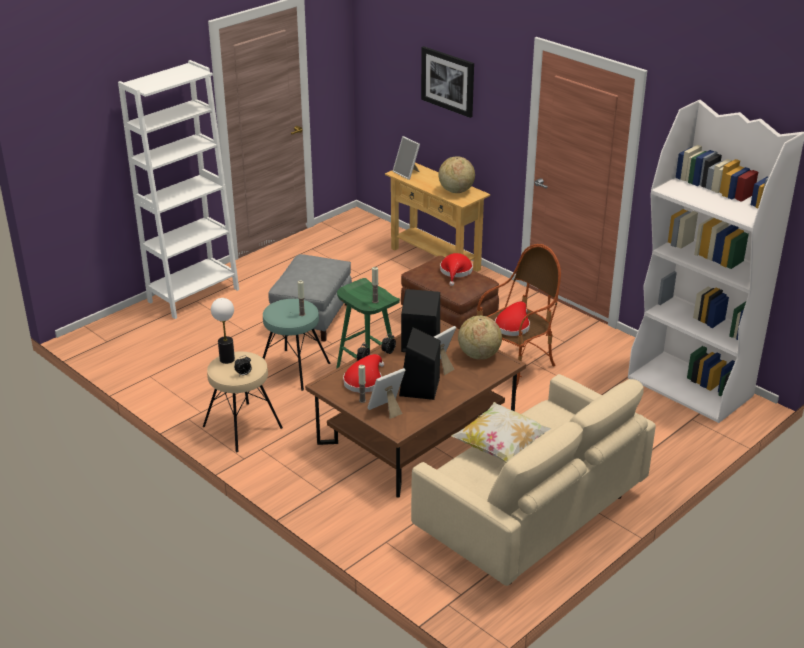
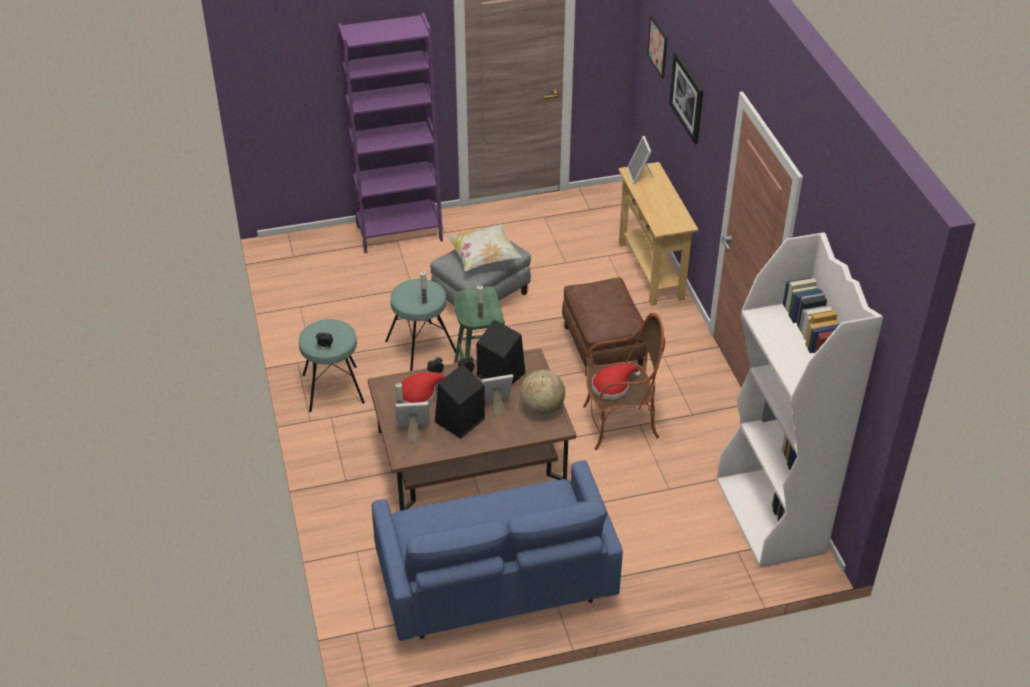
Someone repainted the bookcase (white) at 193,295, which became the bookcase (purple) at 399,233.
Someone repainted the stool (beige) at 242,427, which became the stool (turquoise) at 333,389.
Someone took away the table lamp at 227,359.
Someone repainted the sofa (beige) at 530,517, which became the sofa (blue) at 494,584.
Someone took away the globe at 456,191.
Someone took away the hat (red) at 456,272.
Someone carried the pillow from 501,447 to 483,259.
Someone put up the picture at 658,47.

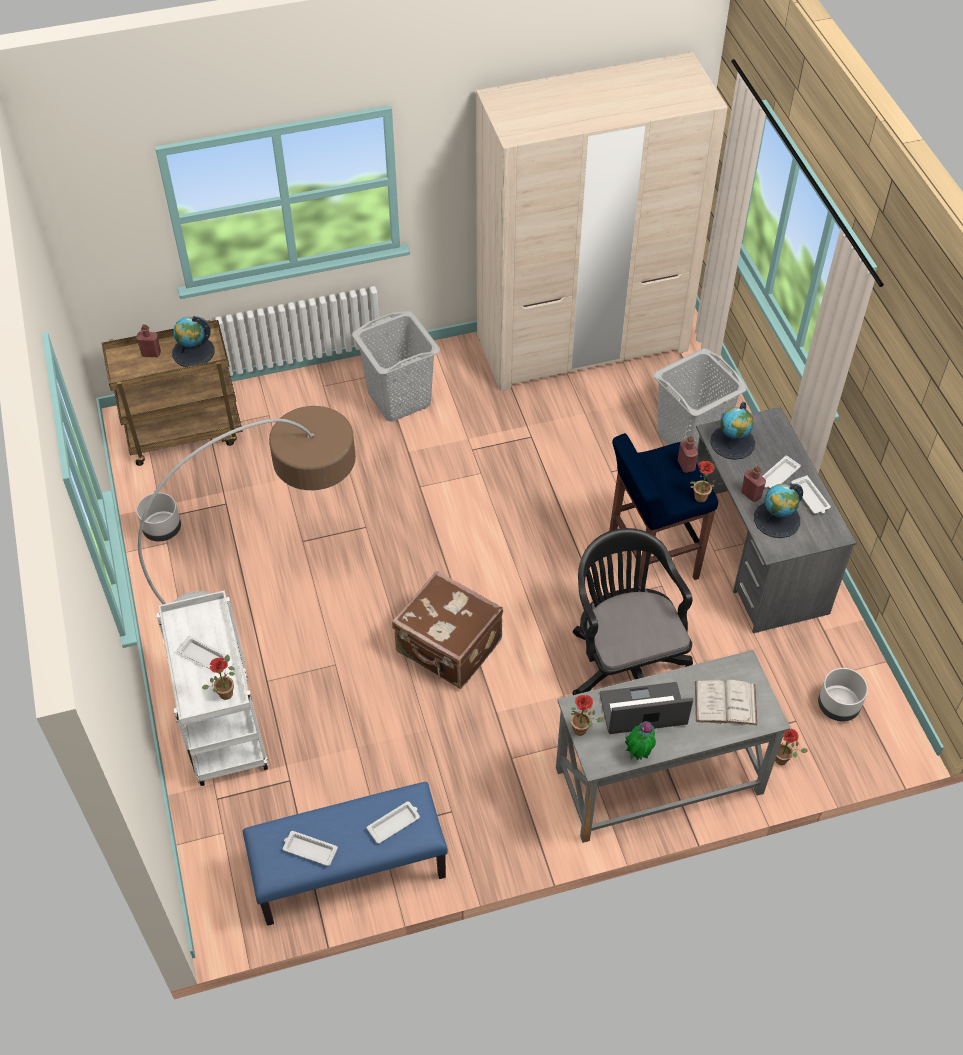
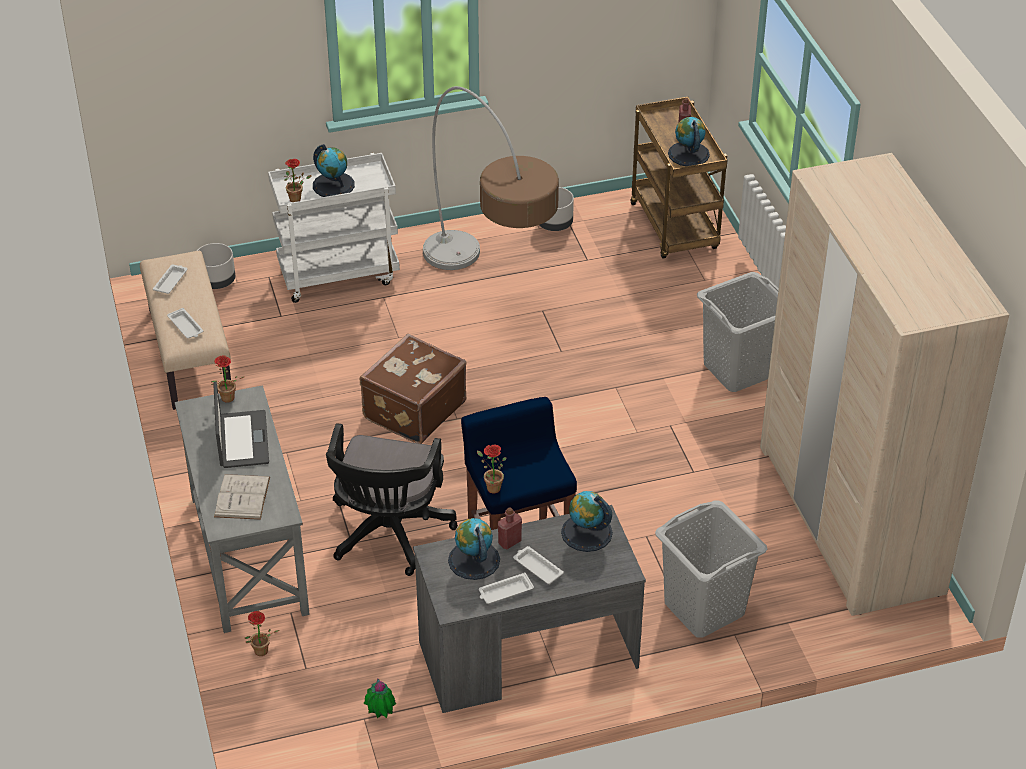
Someone swapped the tray (white) at 203,656 for the globe at 333,185.
Someone repainted the bench (blue) at 349,871, which became the bench (beige) at 189,354.
Someone rotated the office chair (black) at 624,662 by 120 degrees clockwise.
Someone carried the potted plant from 639,754 to 380,716.
Someone took away the bottle (red) at 686,465.
Someone carried the planter (grey) from 838,706 to 216,281.

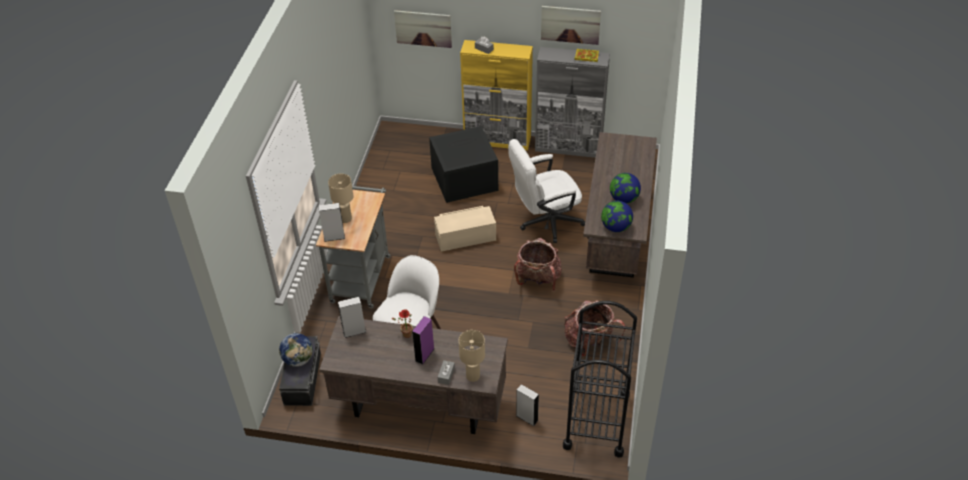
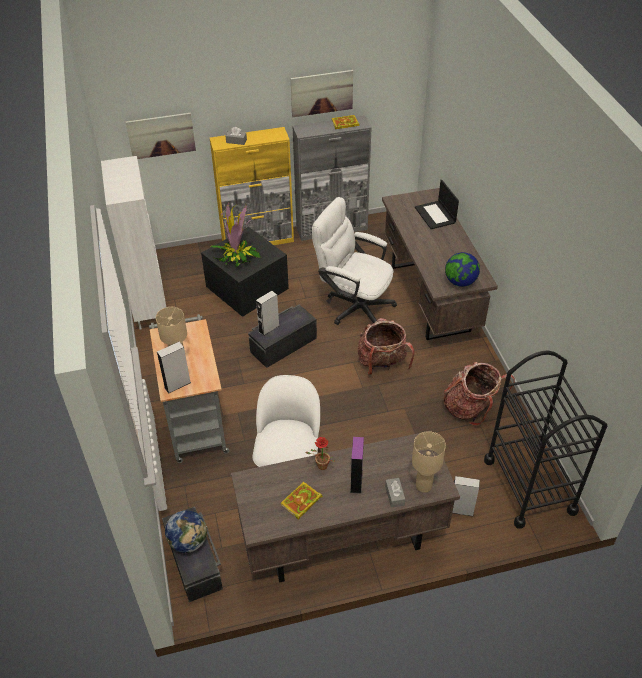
Someone carried the speaker (grey) from 354,331 to 269,328.
Someone repainted the storage box (beige) at 465,236, which became the storage box (black) at 283,344.
Someone rotated the office chair (white) at 545,222 by 75 degrees clockwise.
Someone took away the globe at 624,199.
Someone put down the bookcase (white) at 149,308.
Someone put down the potted plant at 236,257.
Someone put down the book at 301,502.
Someone put down the laptop at 435,215.

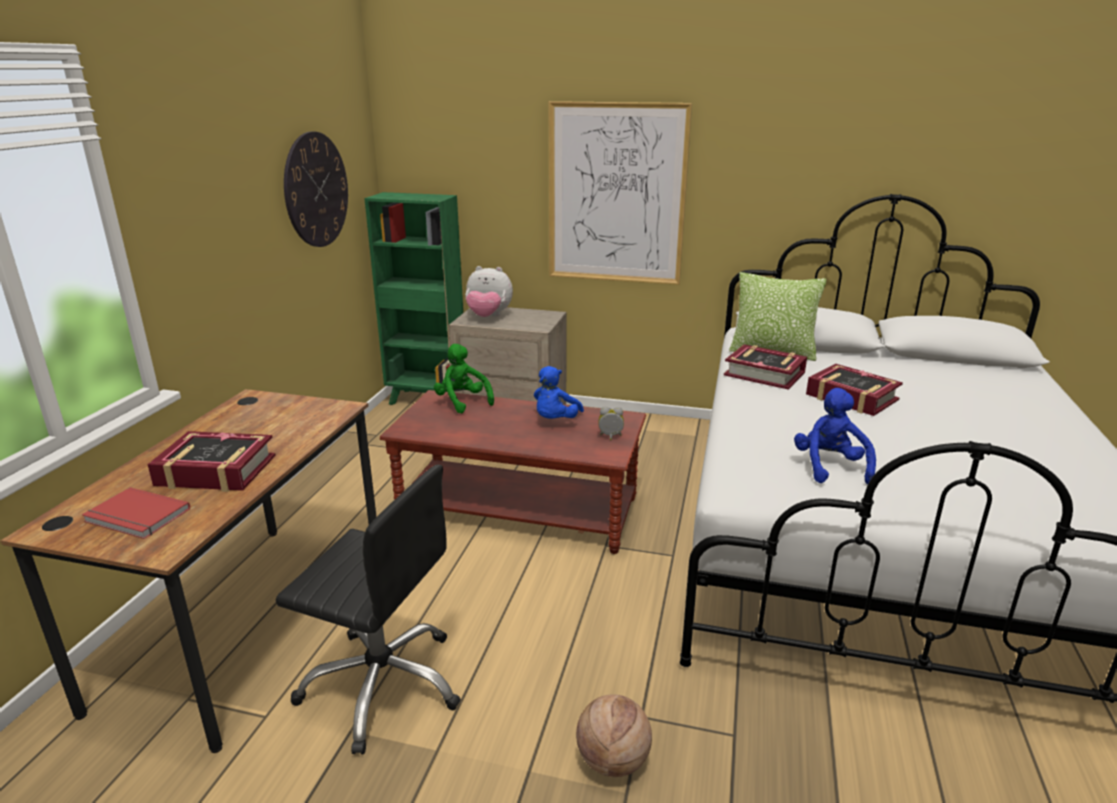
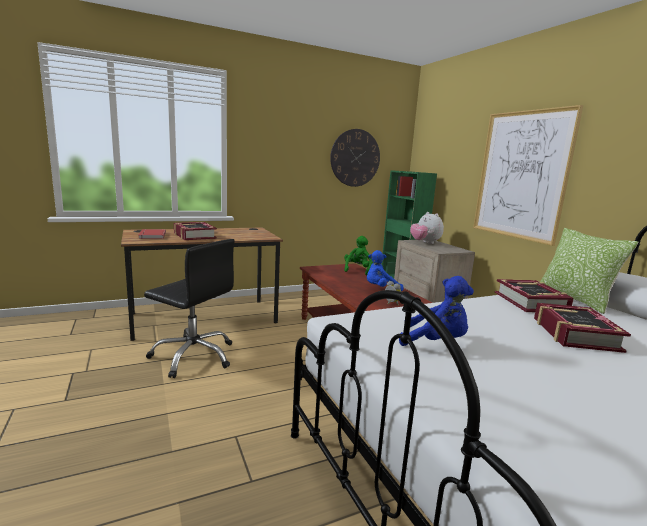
Someone rotated the office chair (black) at 383,684 by 45 degrees counterclockwise.
Someone took away the basketball at 613,761.
Someone rotated the plush toy (blue) at 829,467 by 60 degrees clockwise.

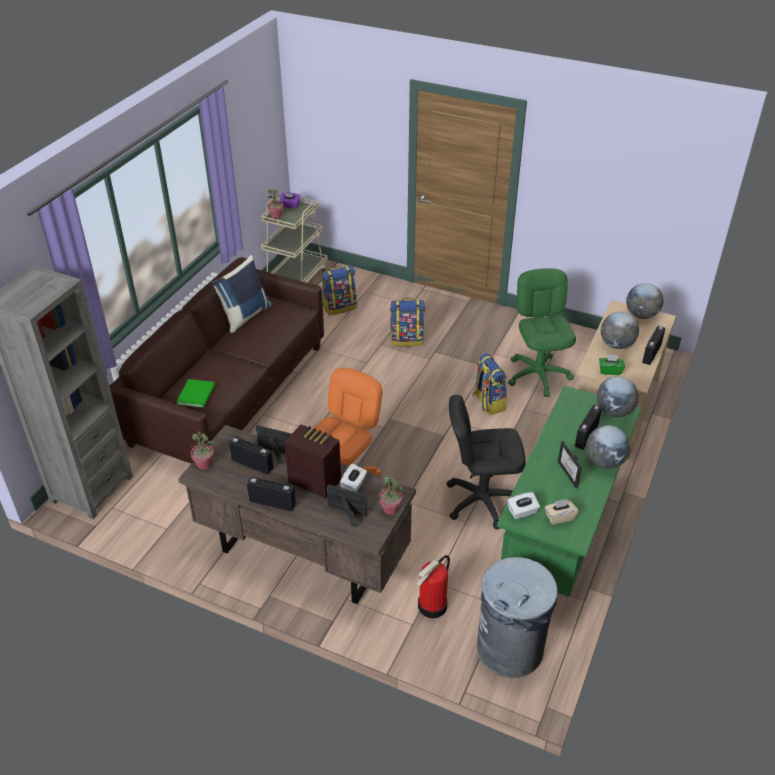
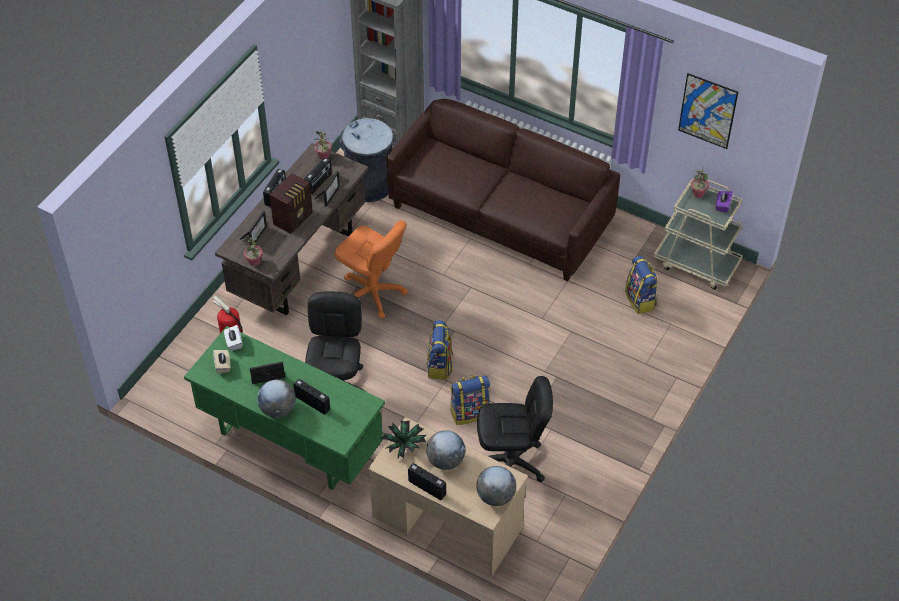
Someone took away the book (green) at 197,394.
Someone took away the pillow (blue) at 245,316.
Someone took away the tissue box (white) at 354,485.
Someone carried the backpack from 407,340 to 440,365.
Someone carried the trash can (grey) from 510,649 to 369,186.
Someone repainted the office chair (green) at 538,375, which became the office chair (black) at 510,464.
Someone took away the globe at 614,411.
Someone swapped the tissue box (green) at 610,371 for the potted plant at 404,445.
Someone put up the picture at 707,111.

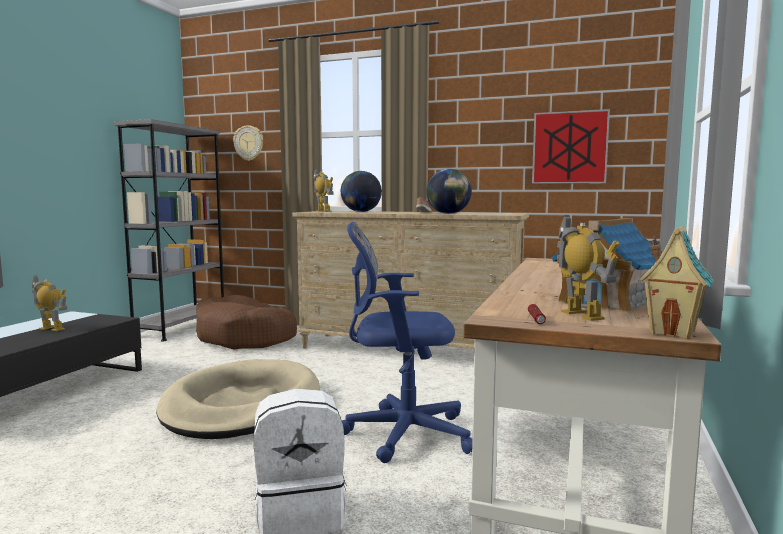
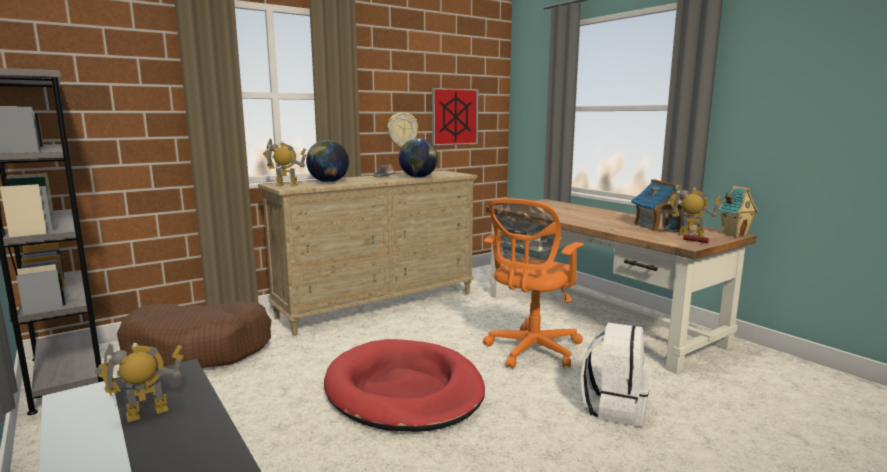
Someone repainted the dog bed (beige) at 242,405, which became the dog bed (red) at 404,391.
Someone carried the wall clock from 249,143 to 402,130.
Someone repainted the office chair (blue) at 401,433, which became the office chair (orange) at 531,351.

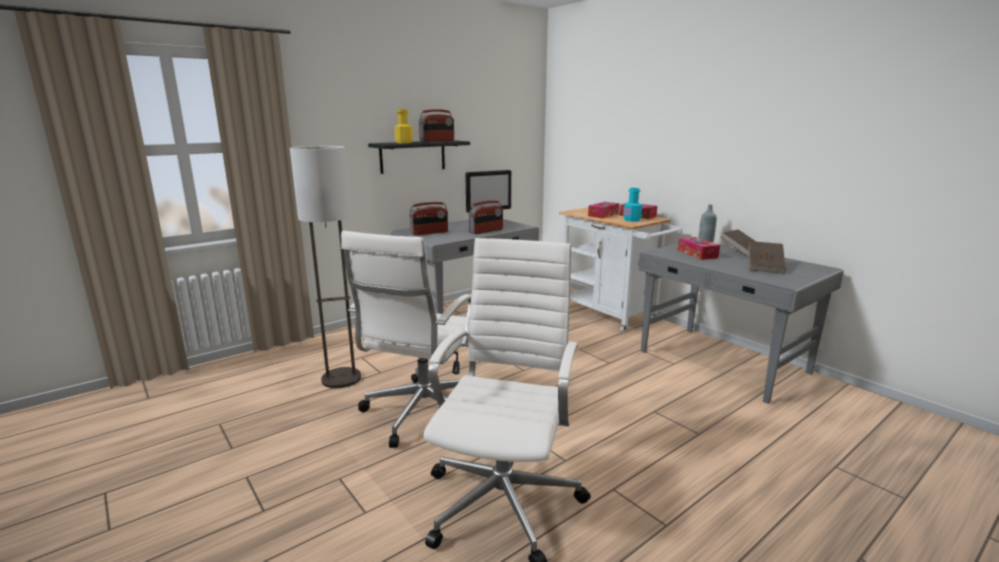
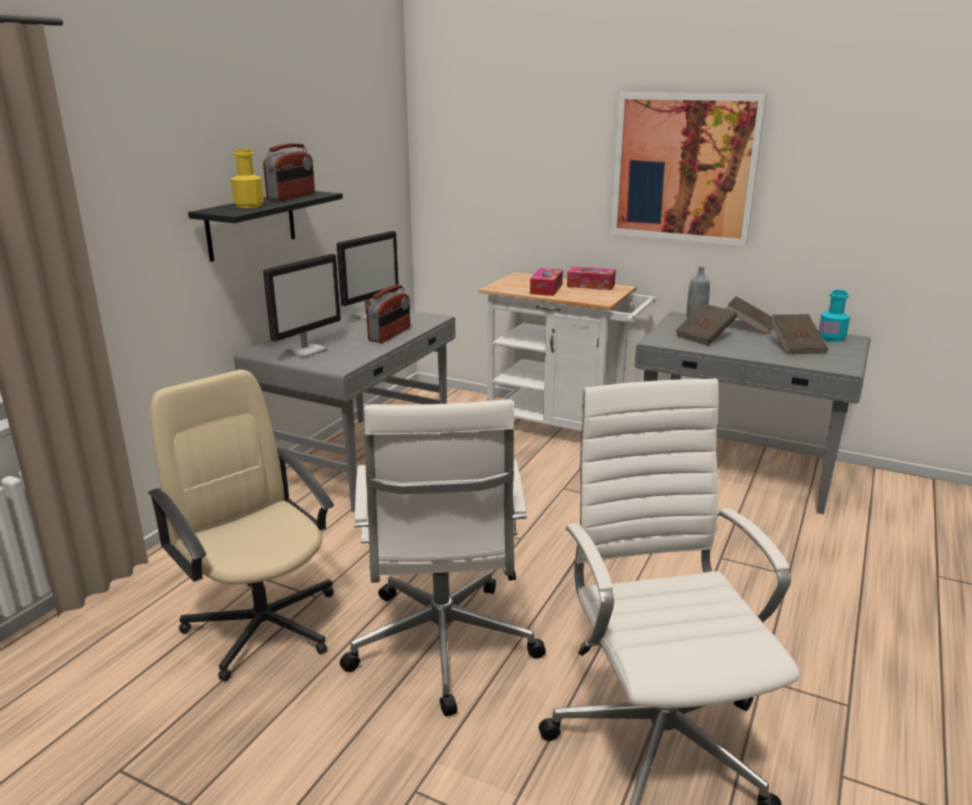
Someone swapped the floor lamp at 341,378 for the office chair (beige) at 263,624.
Someone swapped the radio at 429,233 for the monitor at 306,350.
Someone carried the bottle (turquoise) from 632,220 to 831,338.
Someone swapped the tissue box at 697,254 for the book (brown) at 704,337.
Someone put up the picture at 684,168.

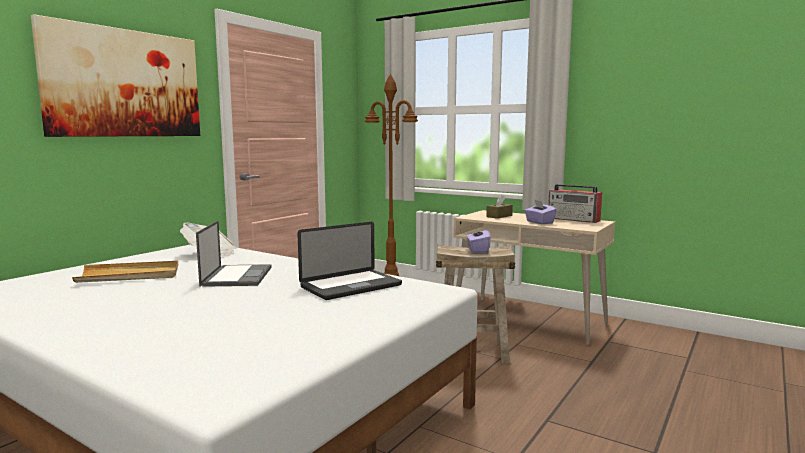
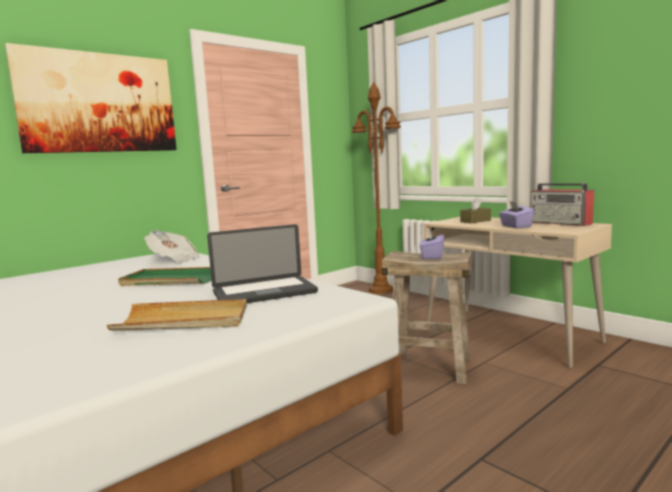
Someone carried the tray (beige) from 130,275 to 184,320.
Someone swapped the laptop at 237,276 for the tray (green) at 171,280.

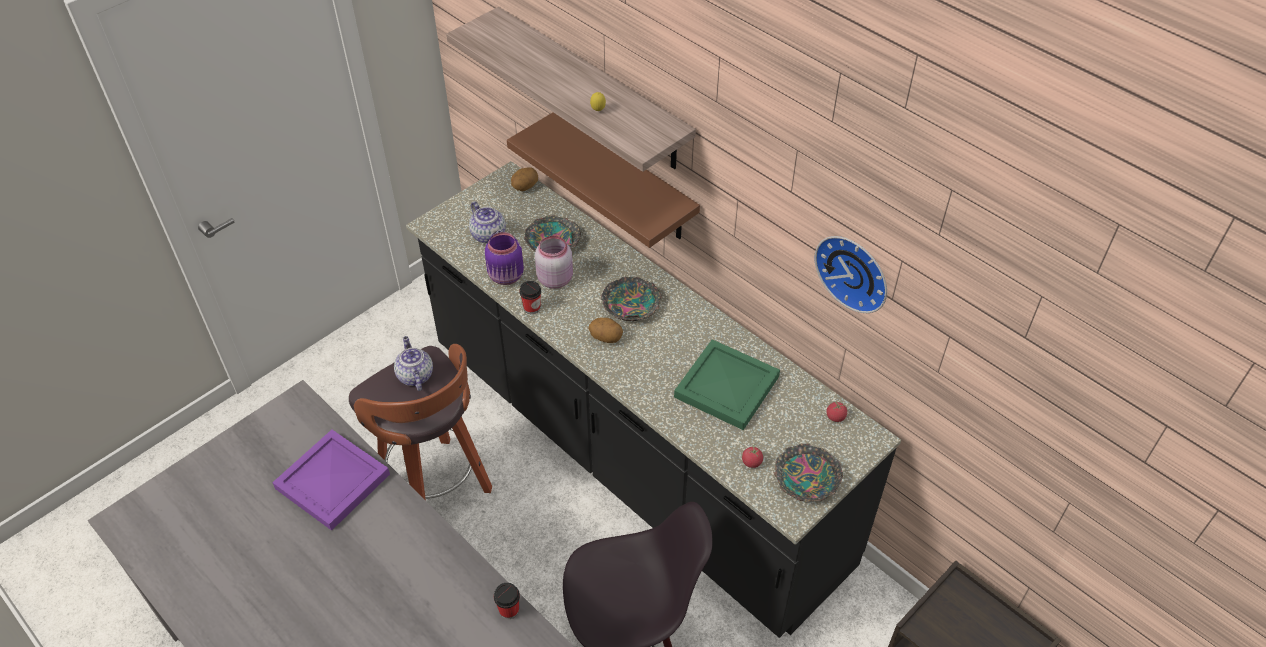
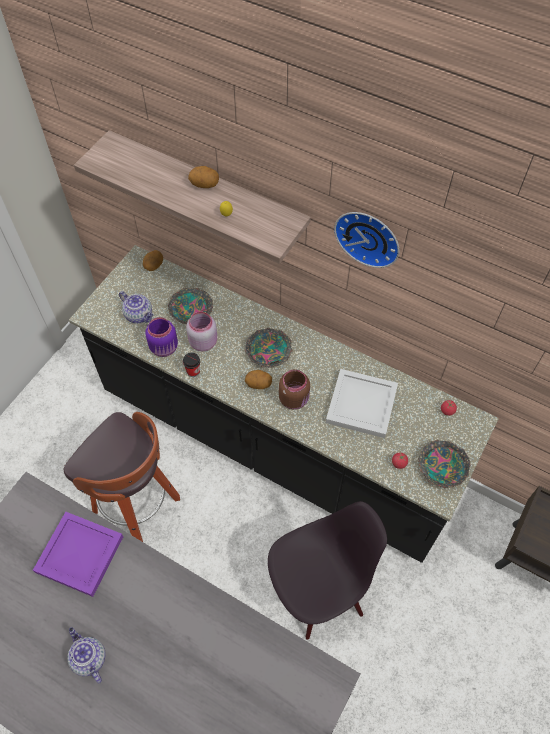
Someone carried the teapot from 415,375 to 88,658.
Someone took away the cup at 509,610.
Someone took away the shelf (brown) at 625,178.
Someone repainted the tray (green) at 726,385, which became the tray (white) at 361,403.
Someone carried the wall clock from 854,271 to 369,236.
Someone put down the potato at 204,185.
Someone put down the jar (brown) at 294,399.

